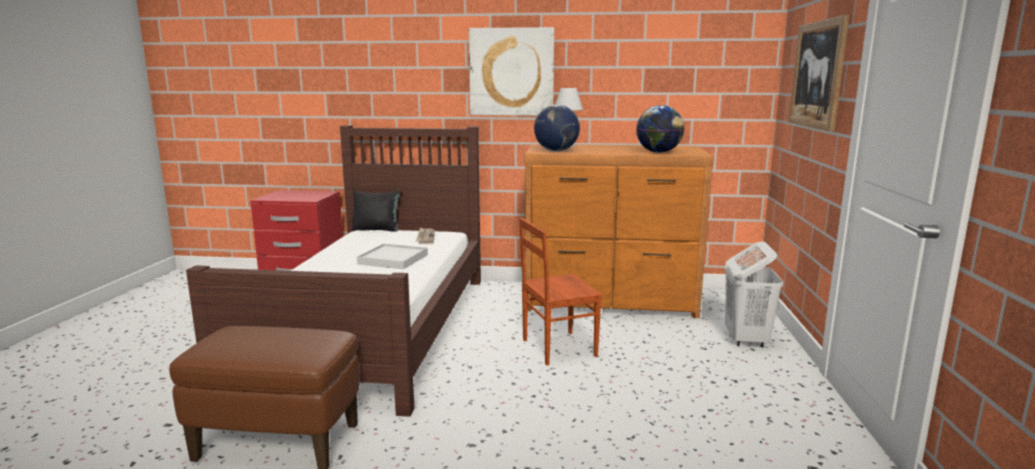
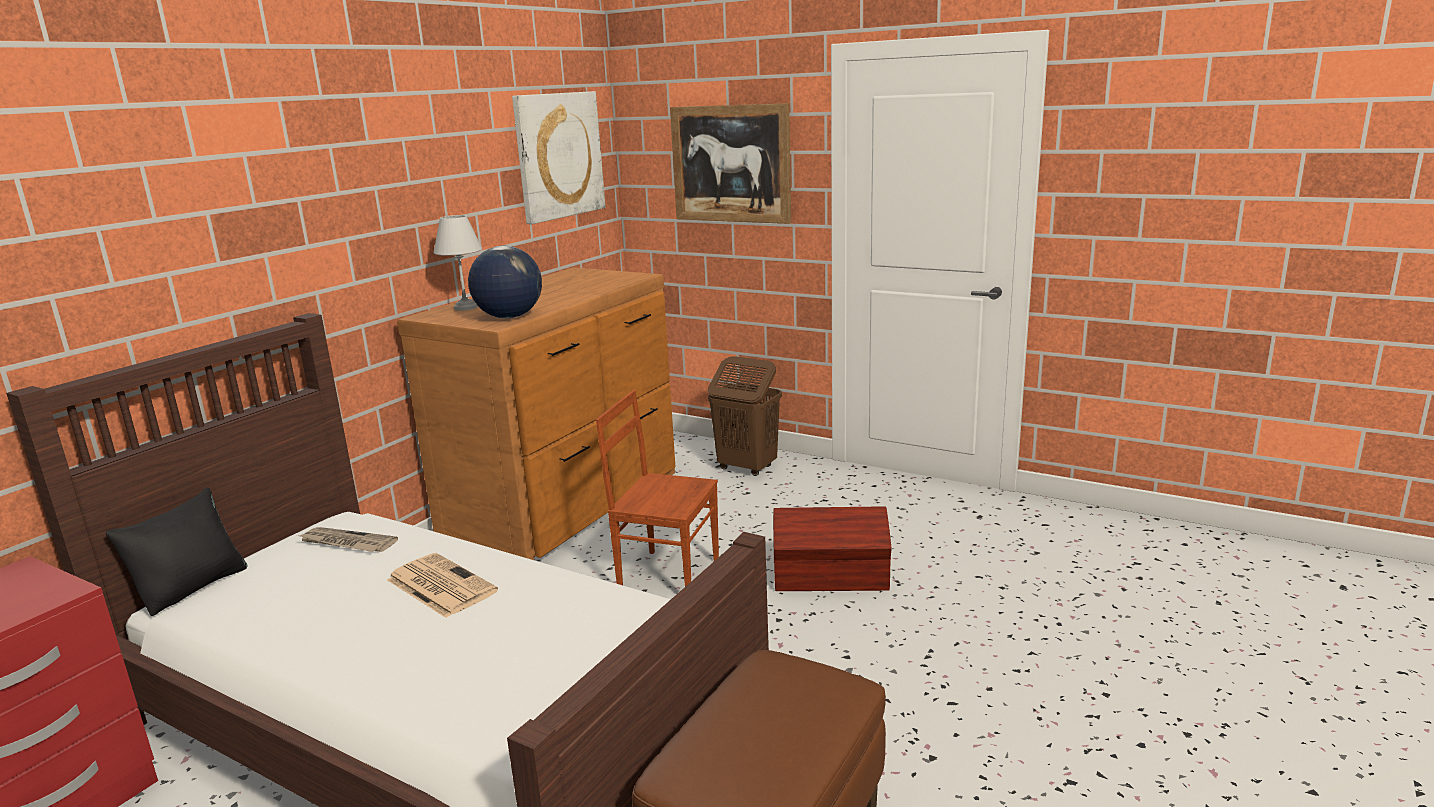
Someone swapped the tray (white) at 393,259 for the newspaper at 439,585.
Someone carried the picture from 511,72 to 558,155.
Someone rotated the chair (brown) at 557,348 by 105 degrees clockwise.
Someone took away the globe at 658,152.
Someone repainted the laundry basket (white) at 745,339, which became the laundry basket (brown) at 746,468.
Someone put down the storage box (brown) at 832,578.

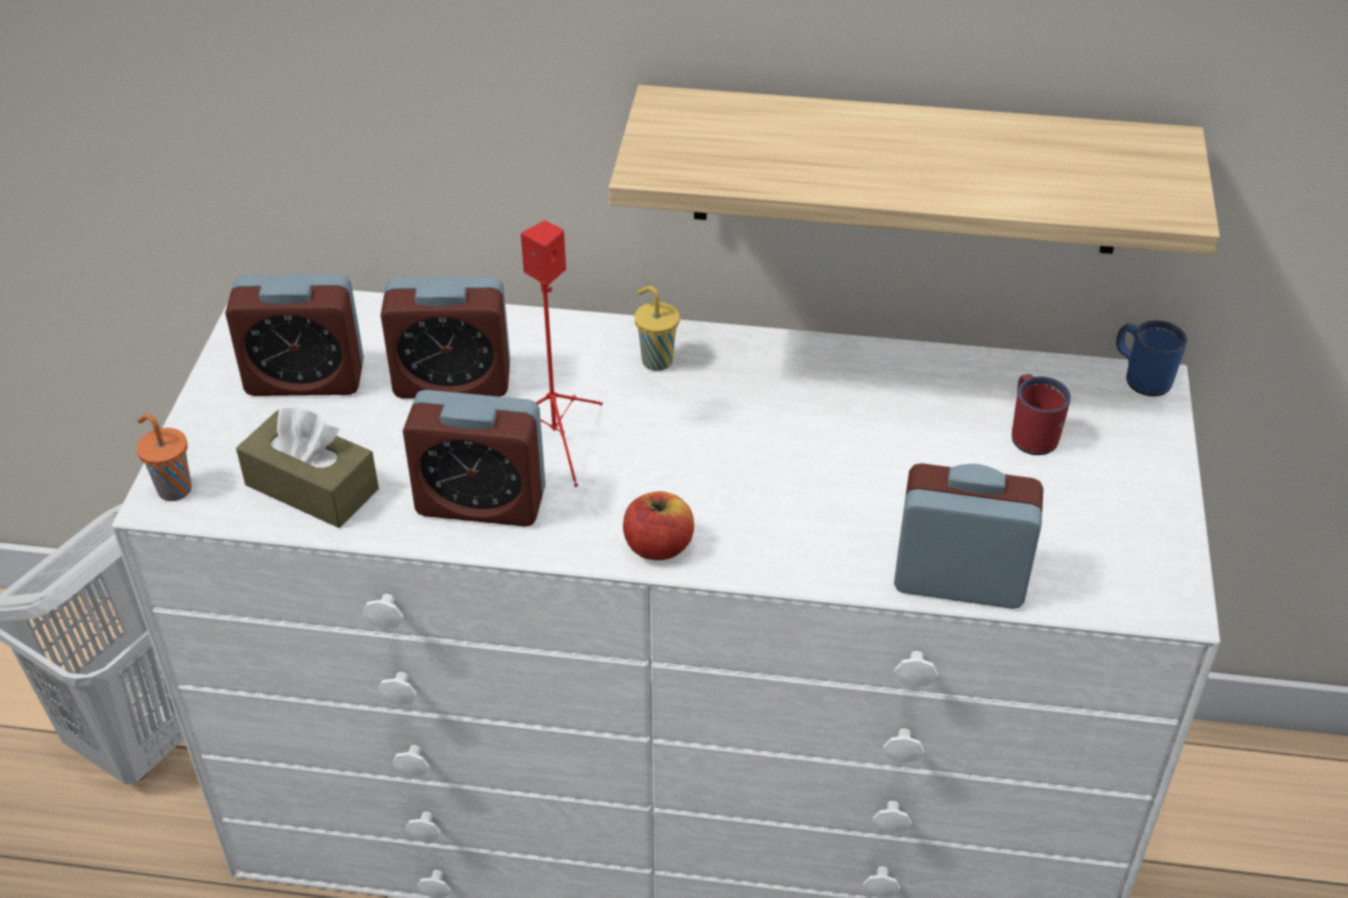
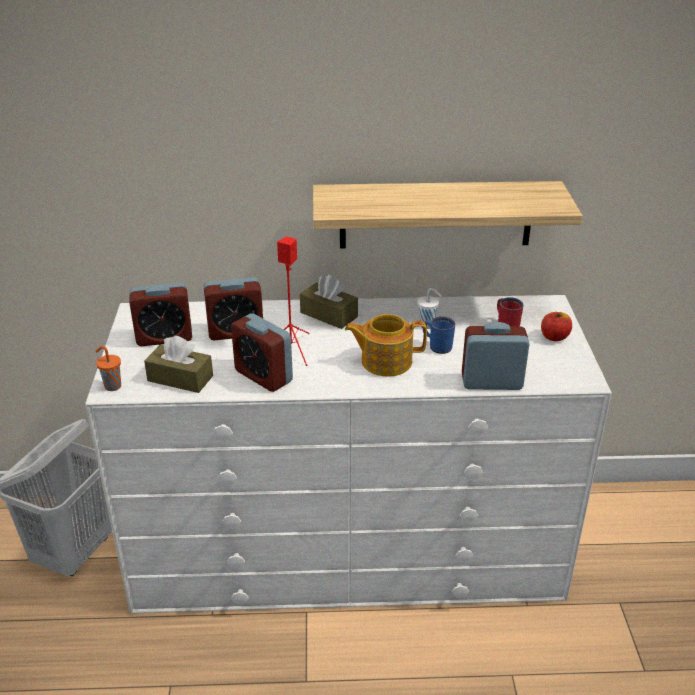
Someone rotated the alarm clock at 481,502 by 45 degrees clockwise.
Someone carried the apple from 658,546 to 554,337.
Someone swapped the cup (yellow) at 655,360 for the tissue box (brown) at 328,315.
Someone carried the mug (blue) from 1141,377 to 437,346.
Someone put down the teapot at 385,361.
Someone put down the cup (white) at 427,325.

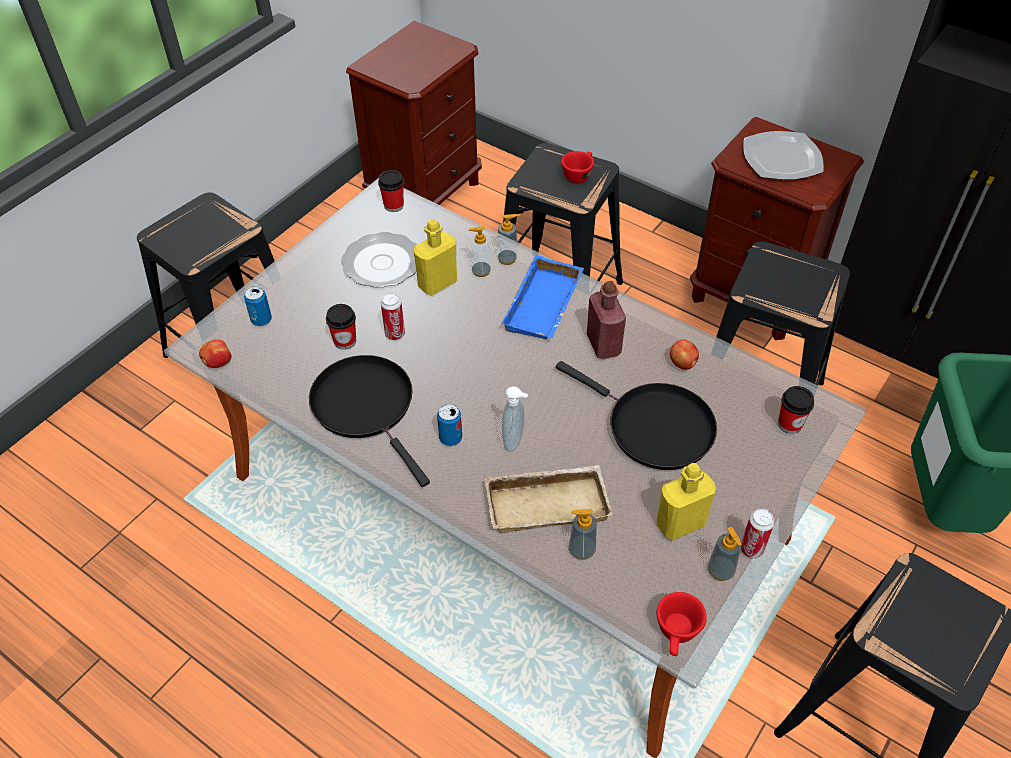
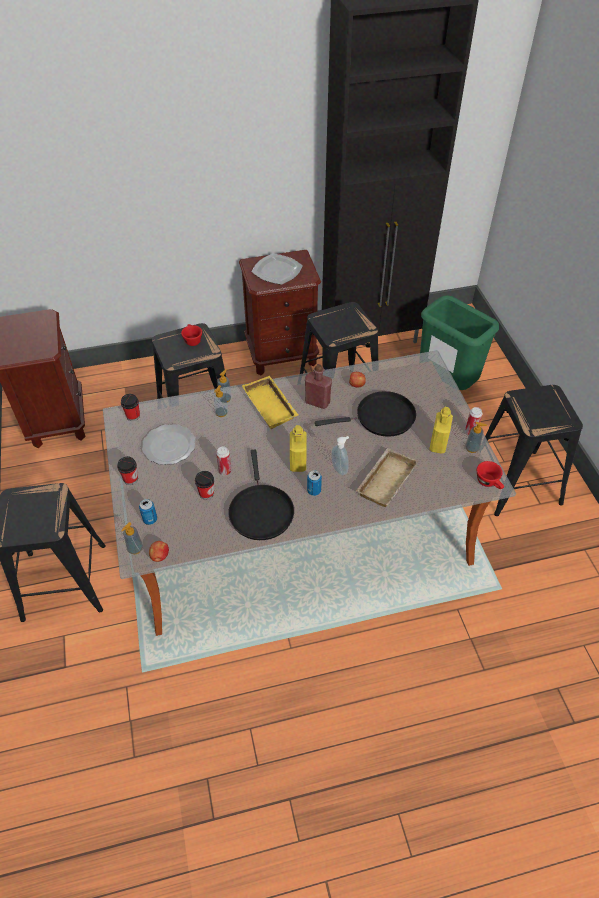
Someone rotated the frying pan (black) at 367,407 by 105 degrees counterclockwise.
Someone carried the bottle (yellow) from 437,283 to 298,463.
Someone repainted the tray (blue) at 545,306, which became the tray (yellow) at 272,406.
Someone carried the soap dispenser from 581,550 to 135,549.
Someone carried the cup from 790,424 to 130,479.

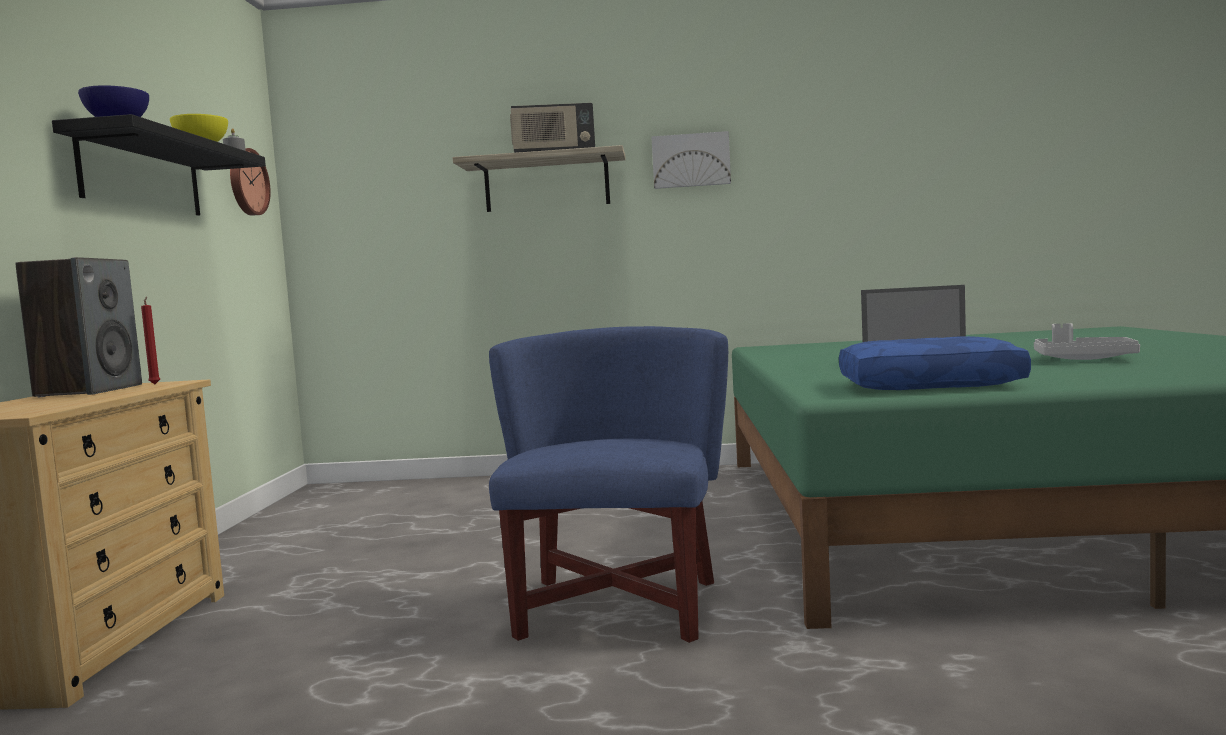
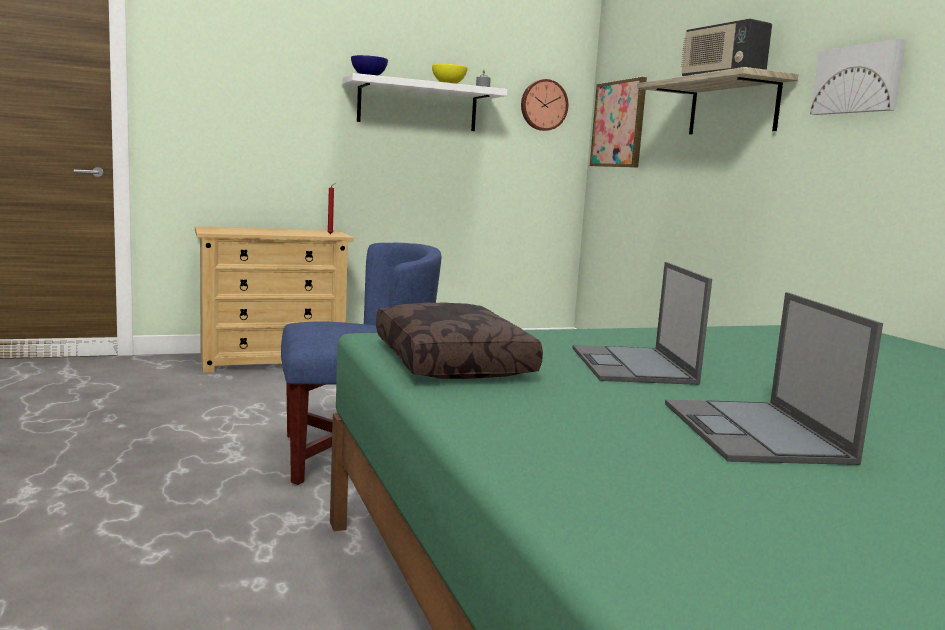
Someone took away the speaker at 89,391.
Someone repainted the shelf (black) at 142,175, which became the shelf (white) at 418,106.
Someone repainted the pillow (blue) at 928,385, which became the pillow (brown) at 454,362.
Someone swapped the tray (grey) at 1083,359 for the laptop at 755,433.
Someone put up the picture at 619,124.

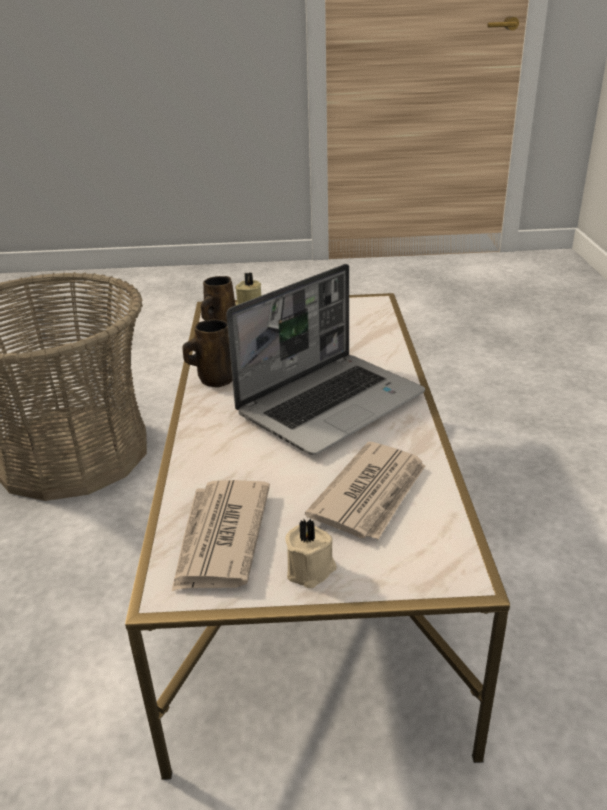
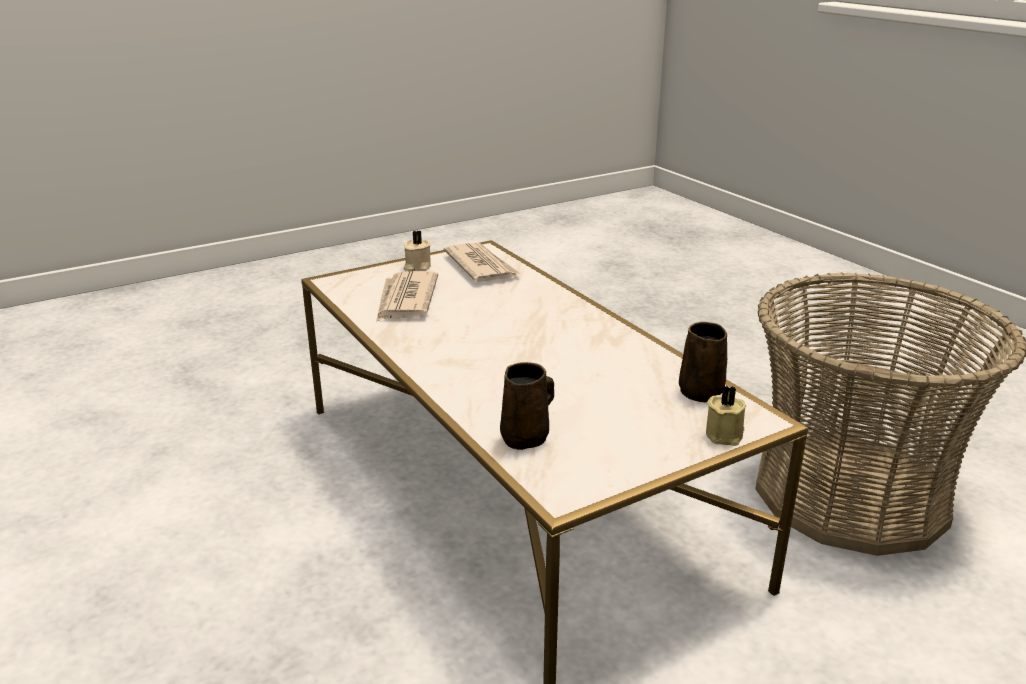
Someone carried the mug (brown) from 214,379 to 527,437.
Someone took away the laptop at 331,403.

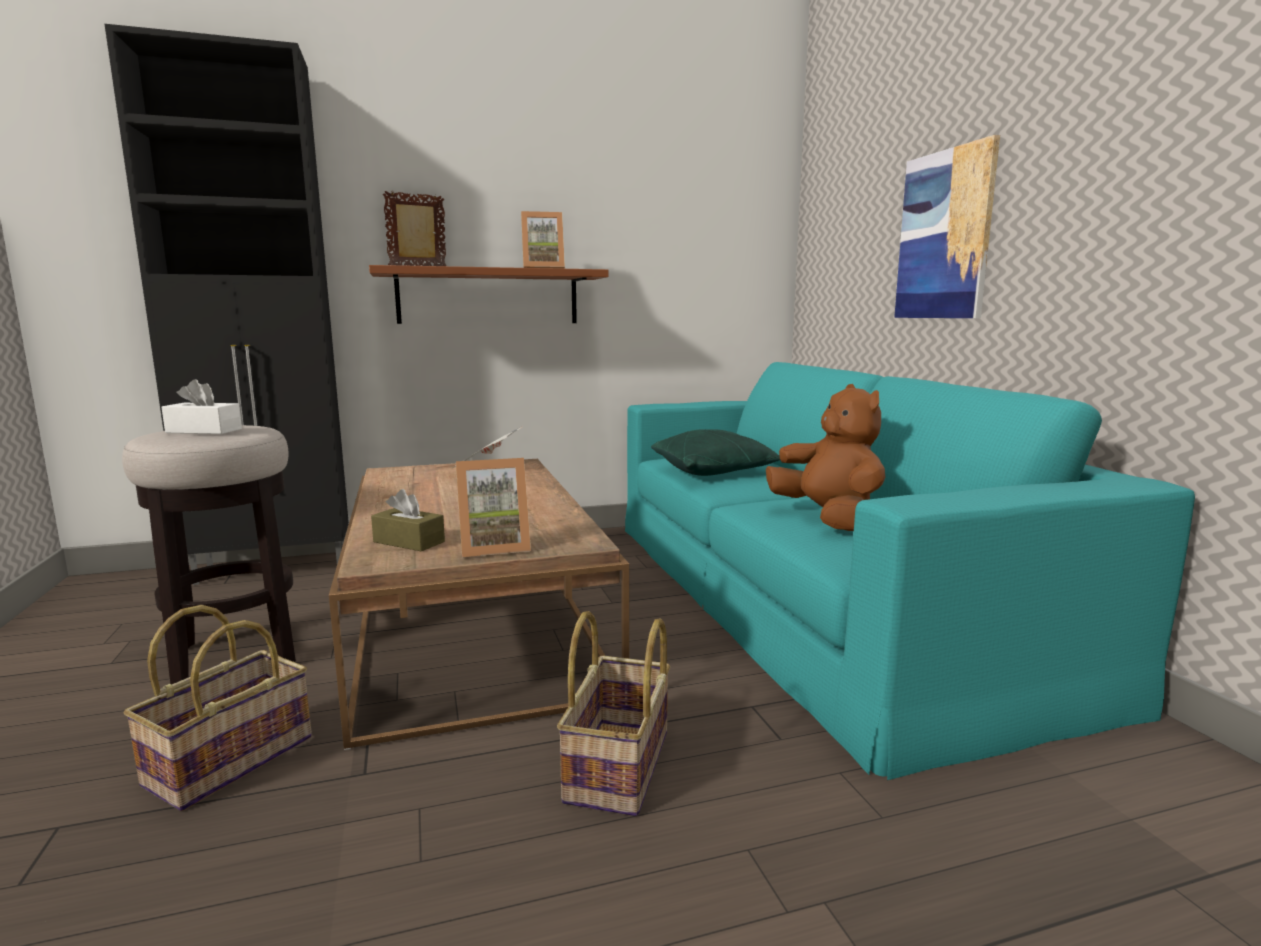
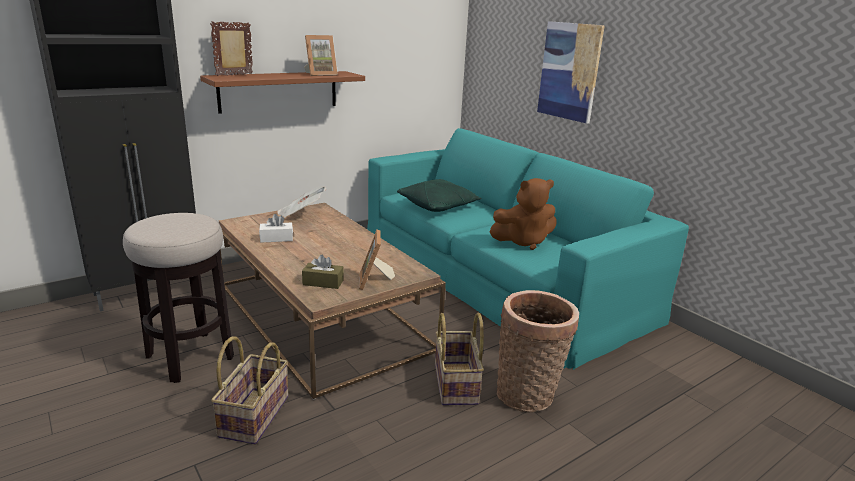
Someone carried the tissue box (white) from 204,431 to 276,238.
Someone rotated the picture frame at 494,547 by 120 degrees clockwise.
Someone rotated the plush toy (brown) at 828,519 by 120 degrees clockwise.
Someone put down the basket at 528,394.

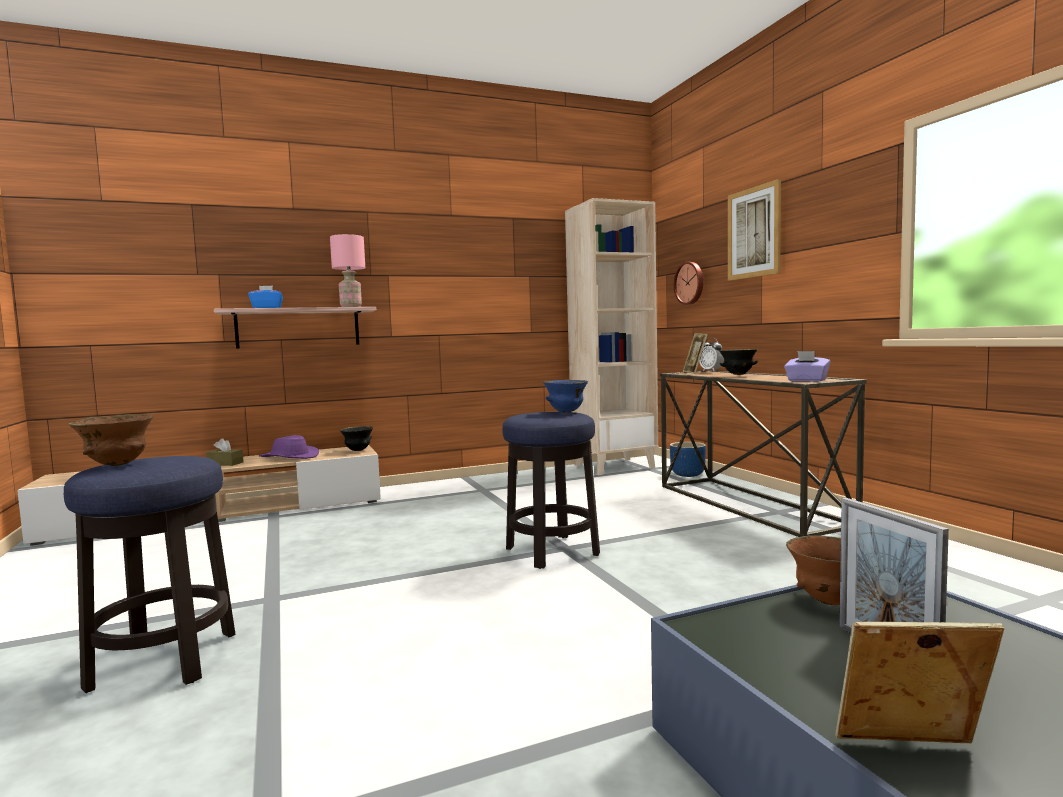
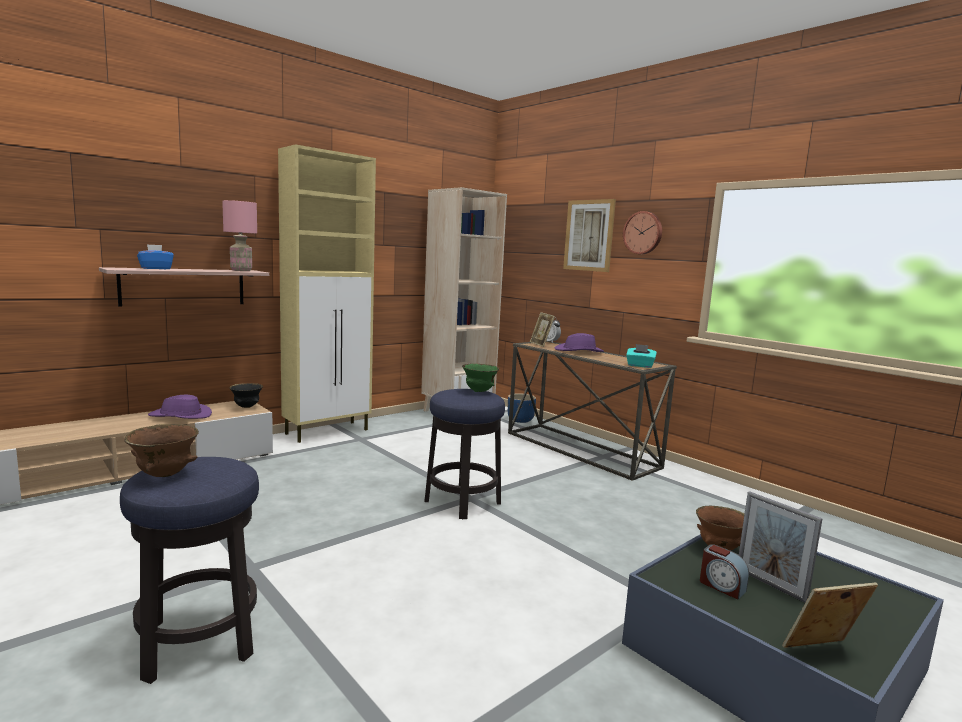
Someone took away the tissue box (brown) at 225,463.
Someone repainted the bowl (blue) at 566,412, which became the bowl (green) at 479,391.
Someone carried the wall clock from 690,283 to 643,233.
Someone swapped the bowl (black) at 738,374 for the hat (purple) at 579,351.
Someone repainted the tissue box (purple) at 806,380, which became the tissue box (turquoise) at 640,366.
Someone put down the cabinet (beige) at 328,431.
Someone put down the alarm clock at 721,586.

